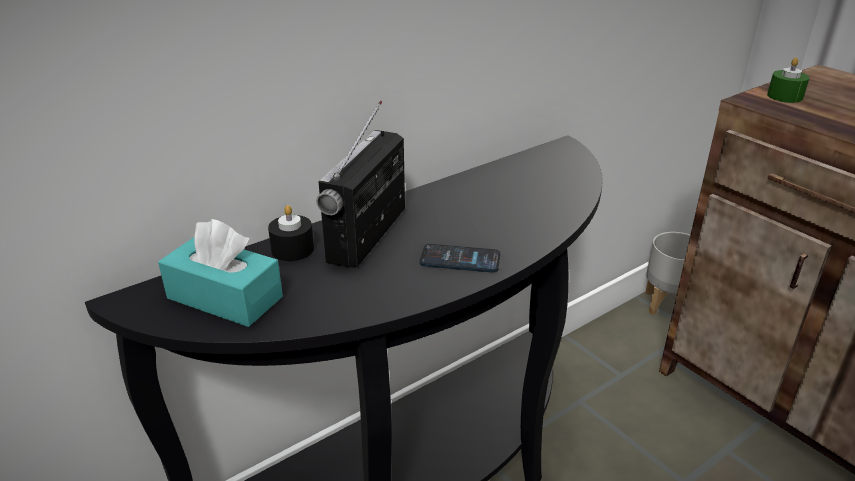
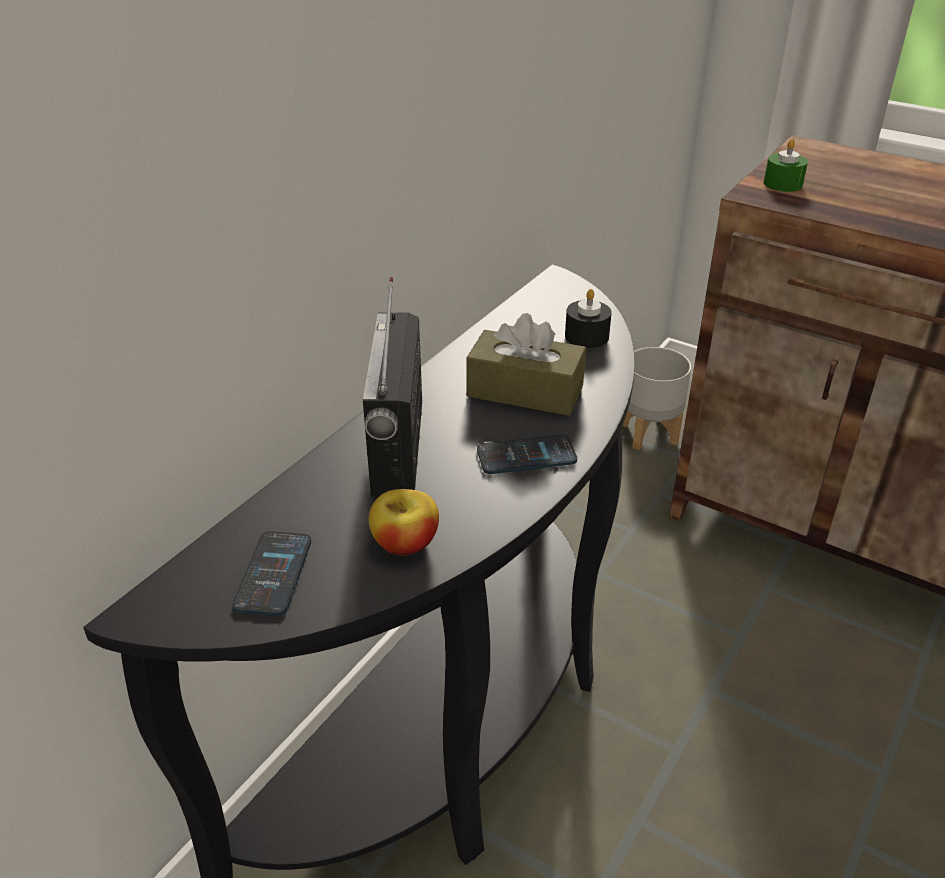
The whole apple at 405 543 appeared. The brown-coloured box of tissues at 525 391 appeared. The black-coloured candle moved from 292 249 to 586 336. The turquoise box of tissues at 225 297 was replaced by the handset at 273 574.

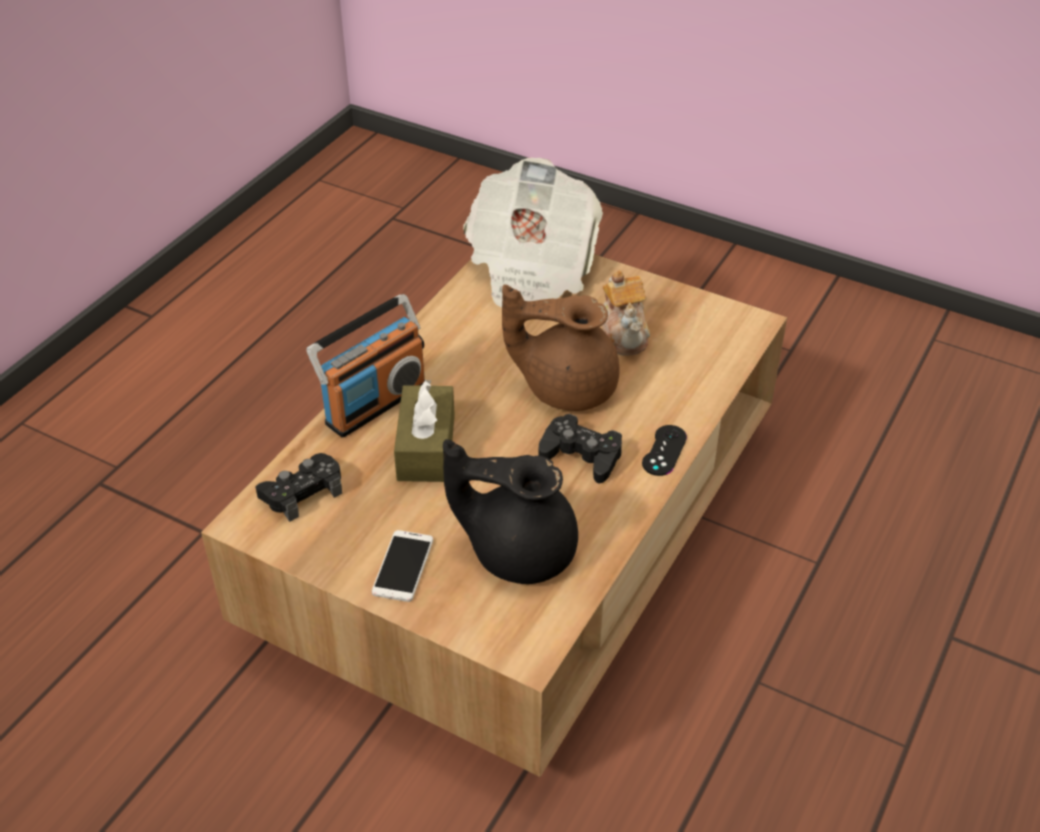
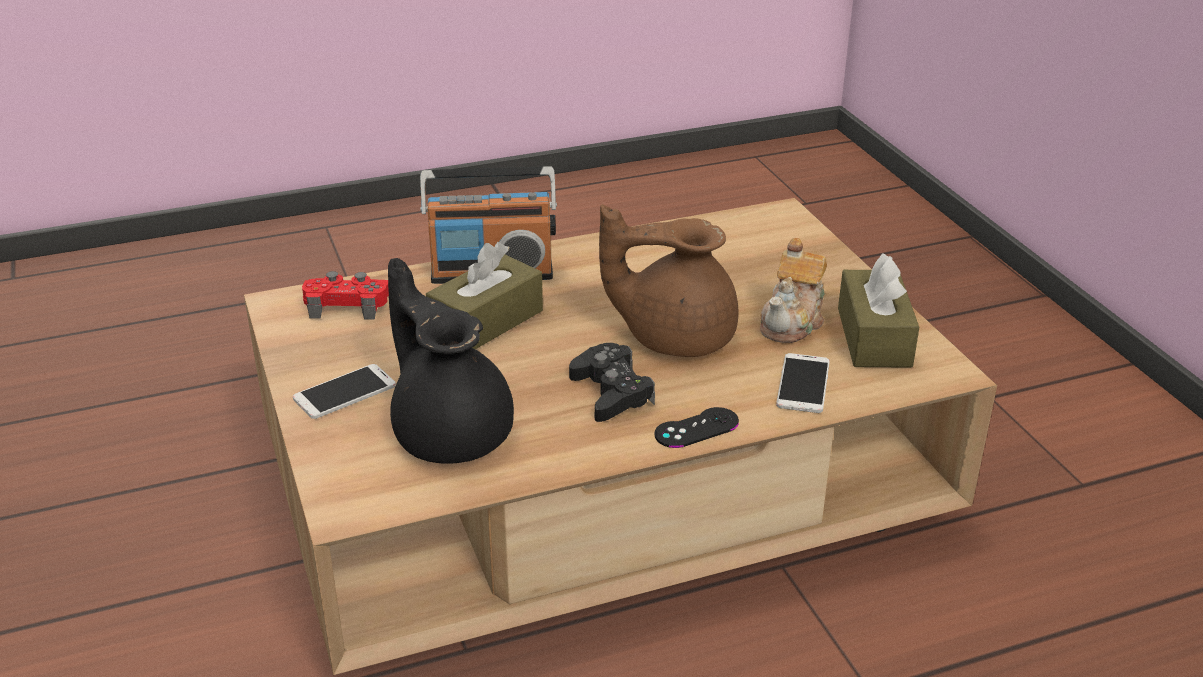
The printed paper at 530 267 disappeared. The handset at 803 384 appeared. The brown-coloured box of tissues at 874 337 appeared. The black-coloured gamepad at 302 492 became the reddish gamepad at 348 304. The brown-coloured teapot at 566 386 turned 45 degrees counterclockwise.

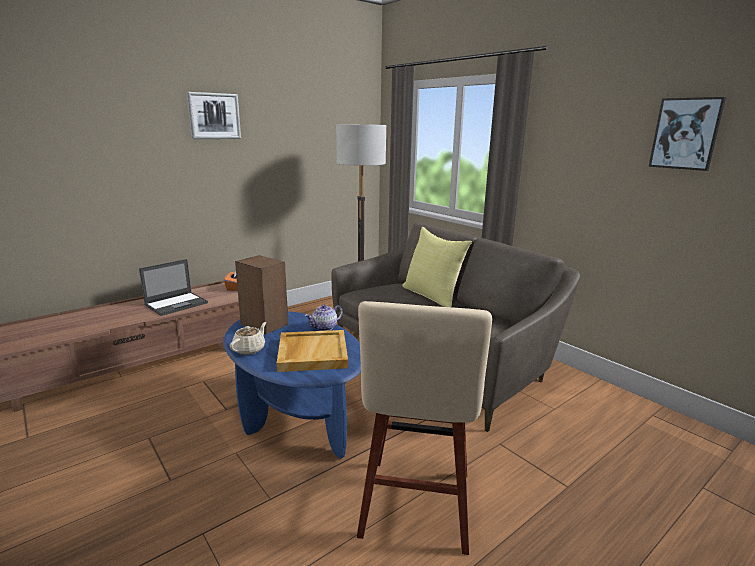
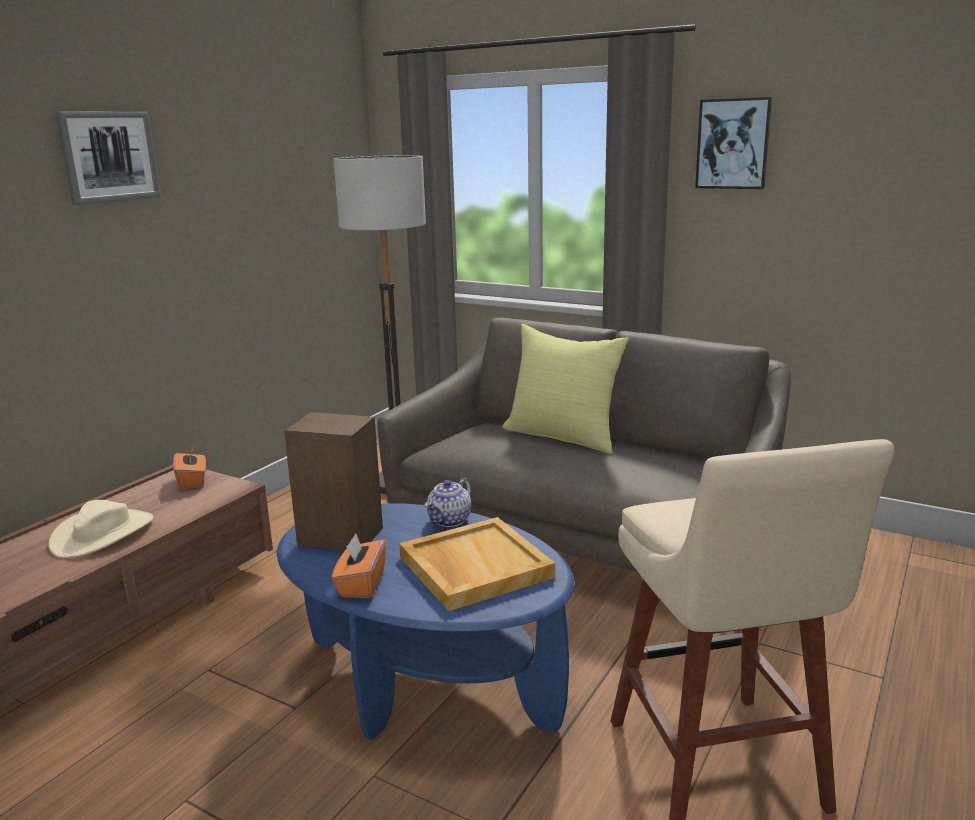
The picture moved from 686 134 to 733 144. The portable computer at 177 304 was replaced by the sand-coloured hat at 103 534. The sand-coloured teapot at 249 349 was replaced by the orange-coloured box of tissues at 361 584.

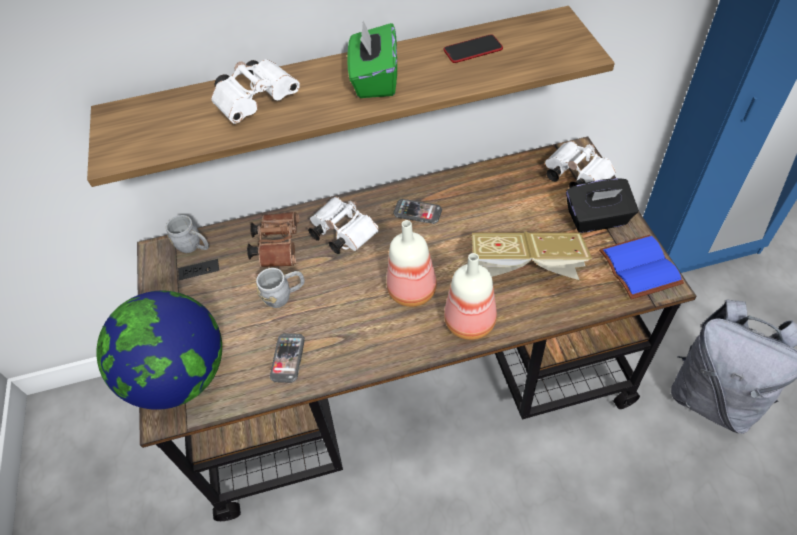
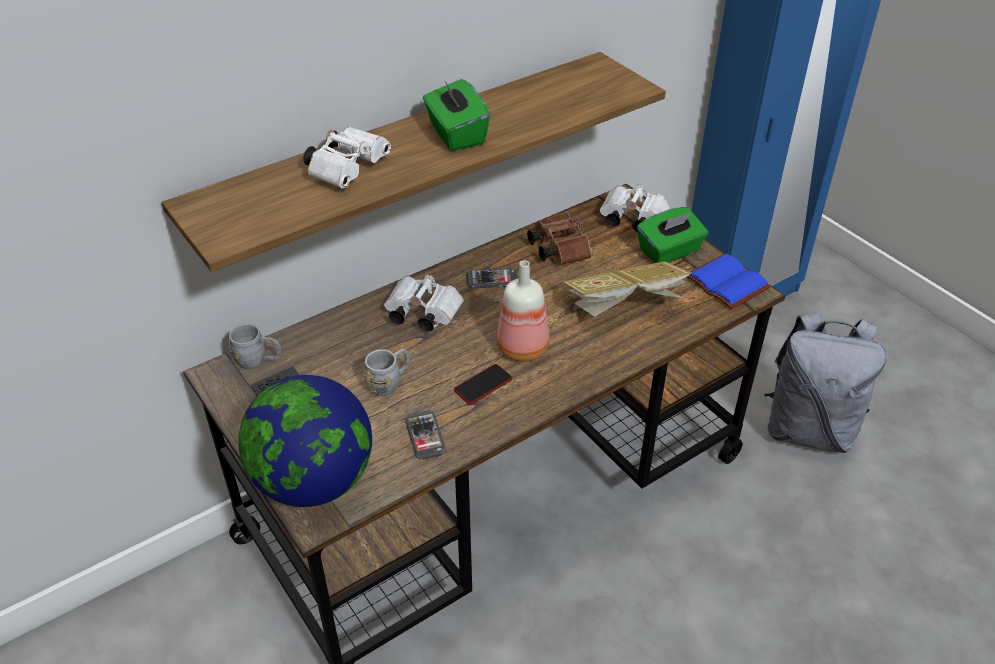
The drink bottle at 468 322 disappeared. The brown-coloured binoculars moved from 278 245 to 558 249. The handset moved from 473 50 to 483 385. The black-coloured box of tissues at 597 219 became the greenish box of tissues at 669 252.

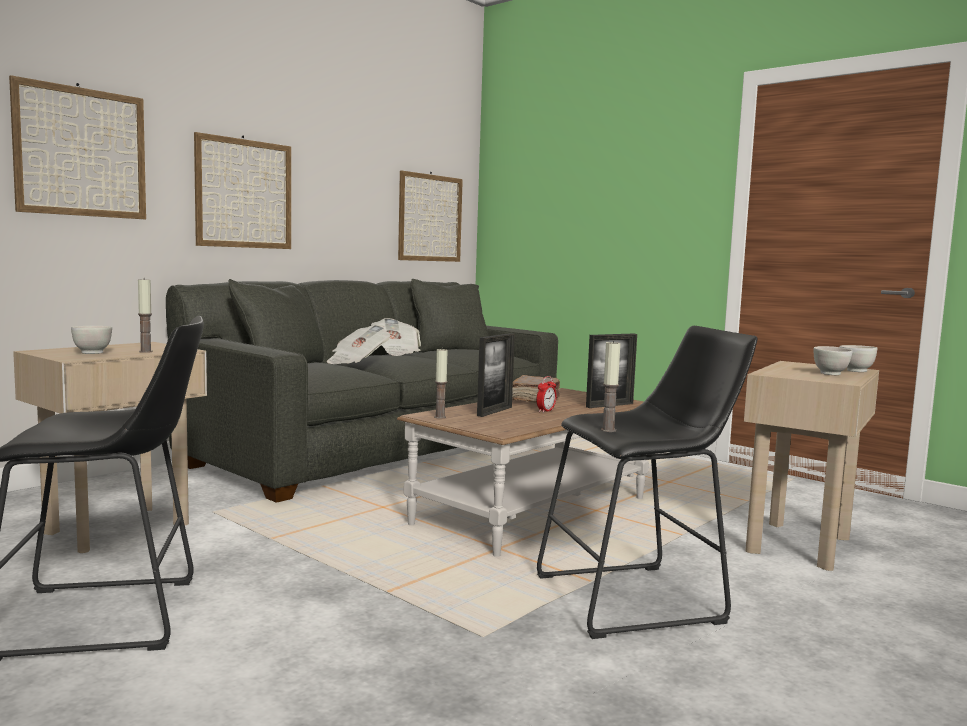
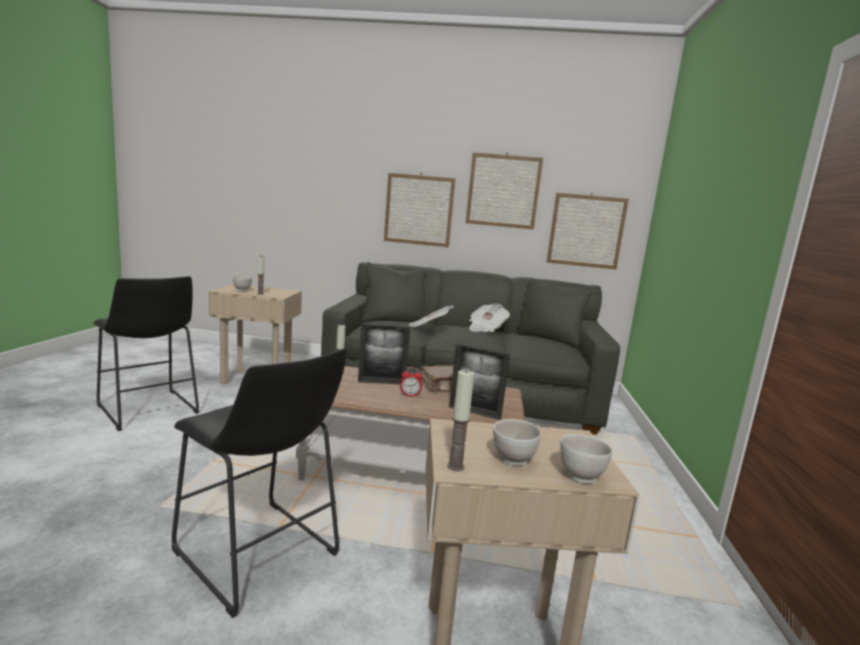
The picture moved from 81 150 to 503 190. The candle moved from 608 430 to 455 466.

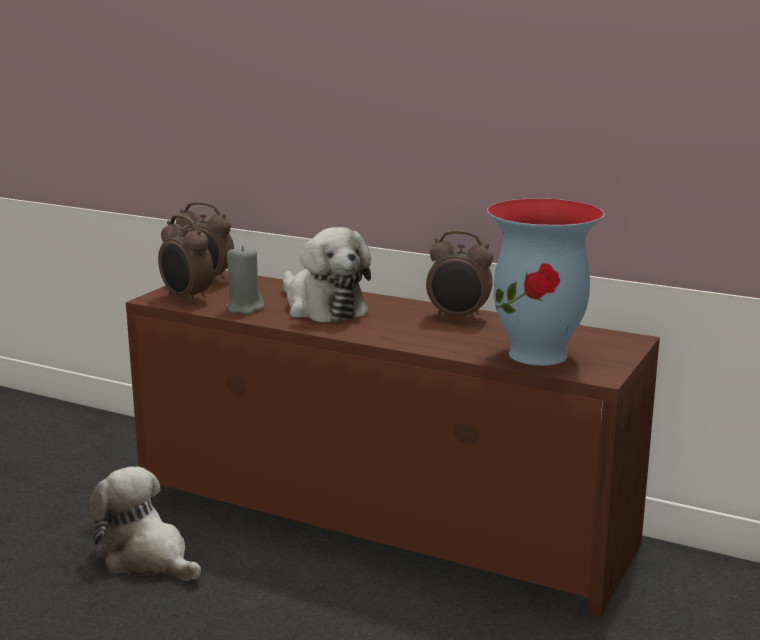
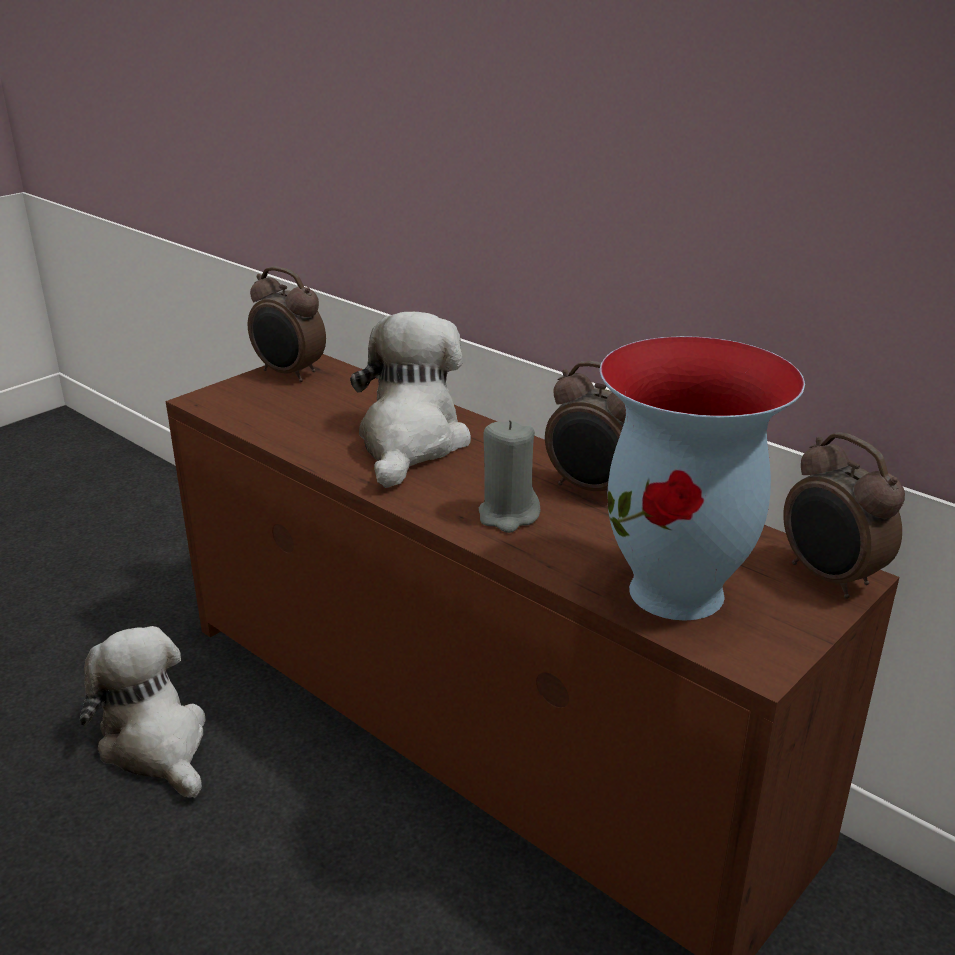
The table clock moved from 186 298 to 829 578. The grey candle moved from 245 308 to 508 515. The plush toy at 323 307 turned 150 degrees counterclockwise.

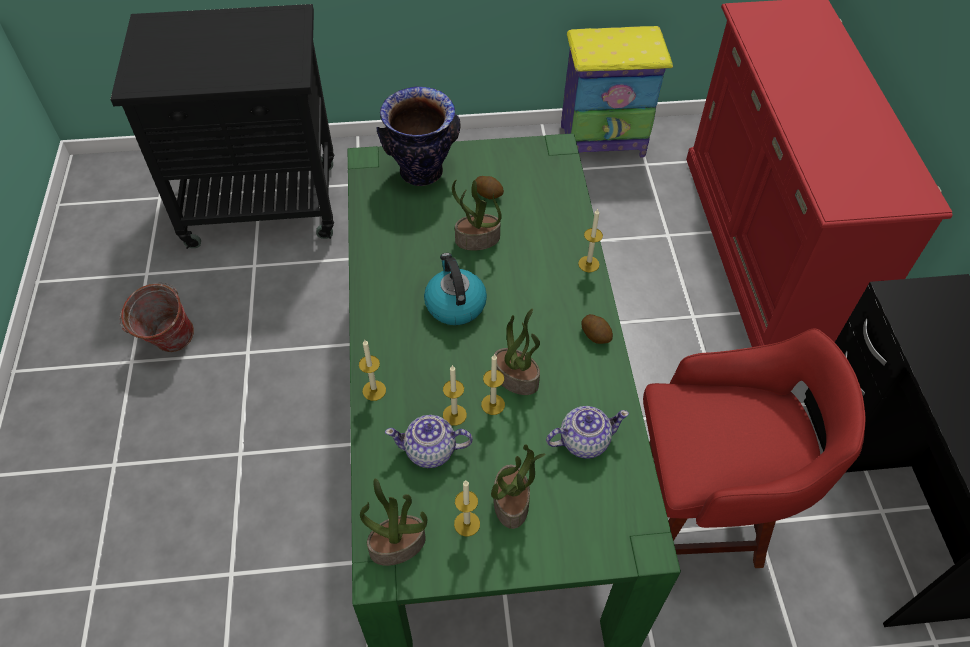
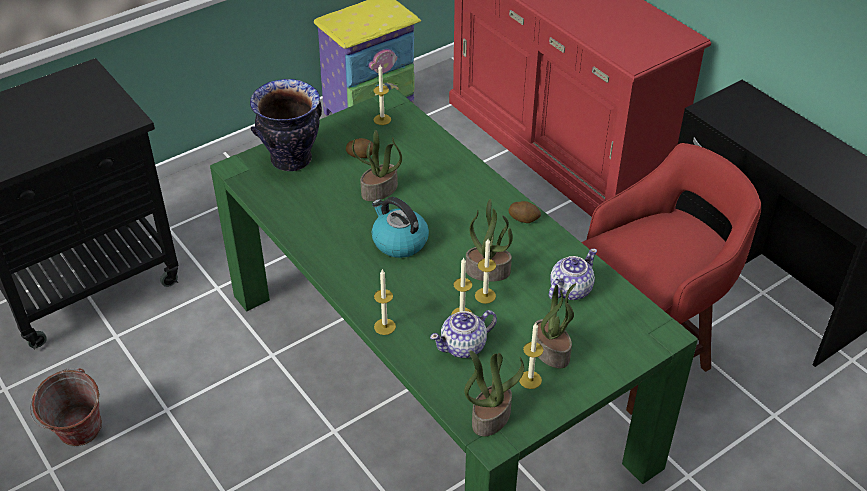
The candle moved from 588 264 to 382 119.

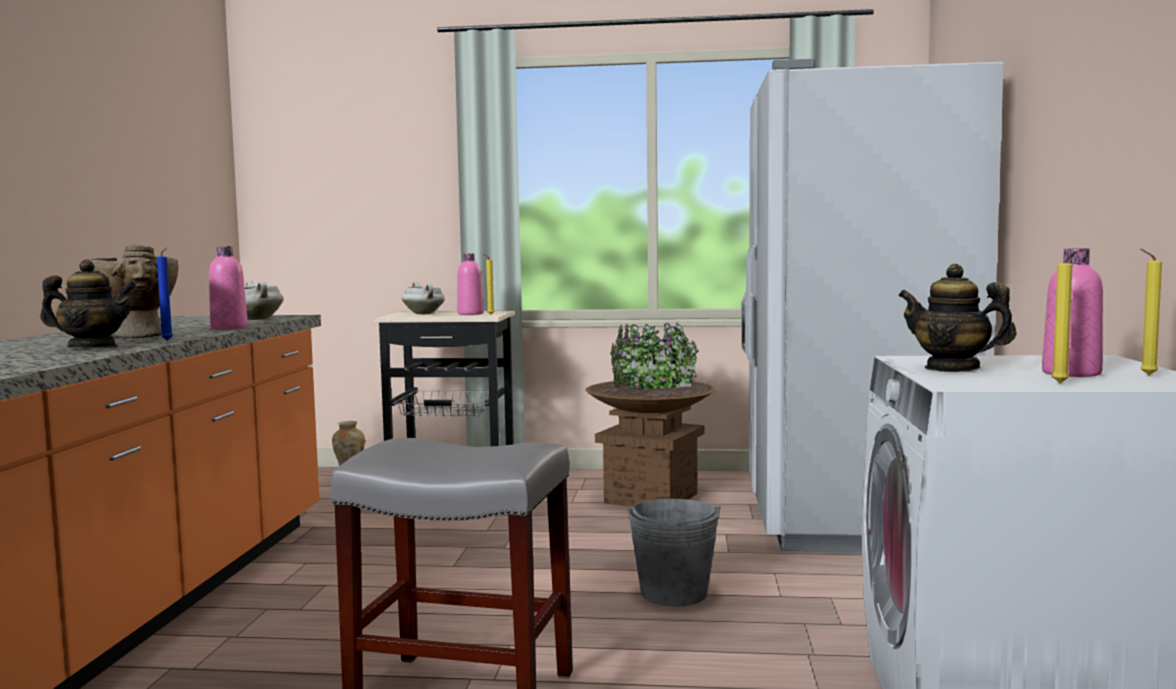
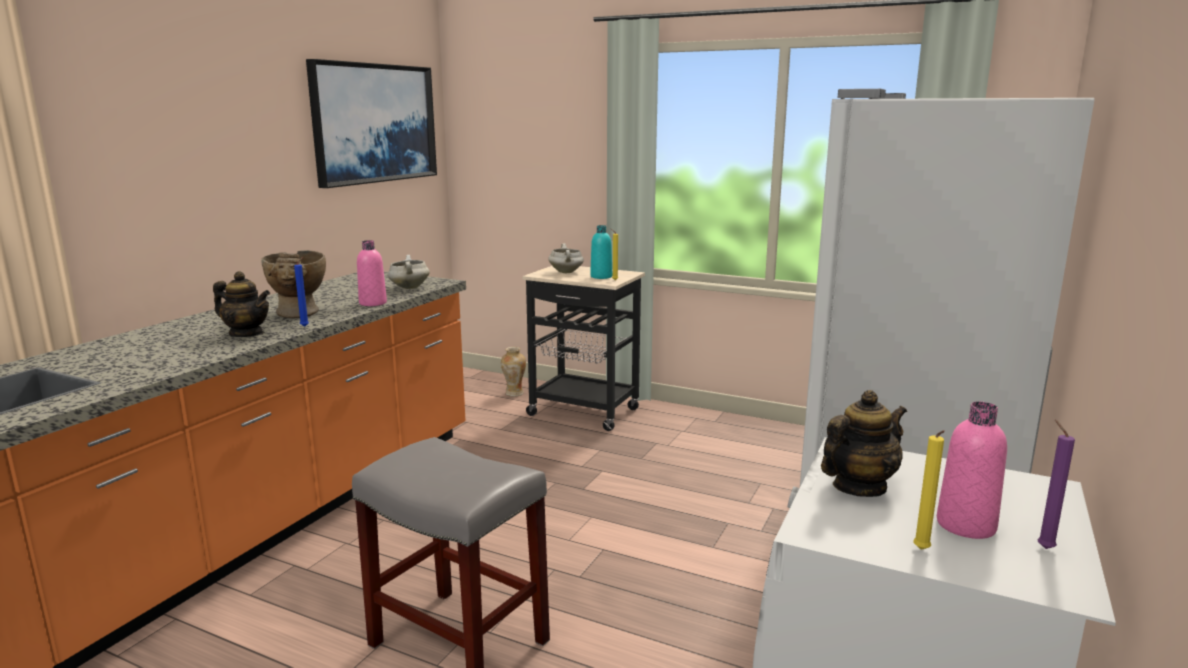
The brown-coloured planter at 651 498 disappeared. The grey water bucket at 674 593 disappeared. The picture at 374 123 appeared. The pink drink bottle at 470 314 became the turquoise drink bottle at 601 276. The yellowish candle at 1145 375 became the purplish candle at 1043 547. The teapot at 952 368 turned 90 degrees clockwise.

